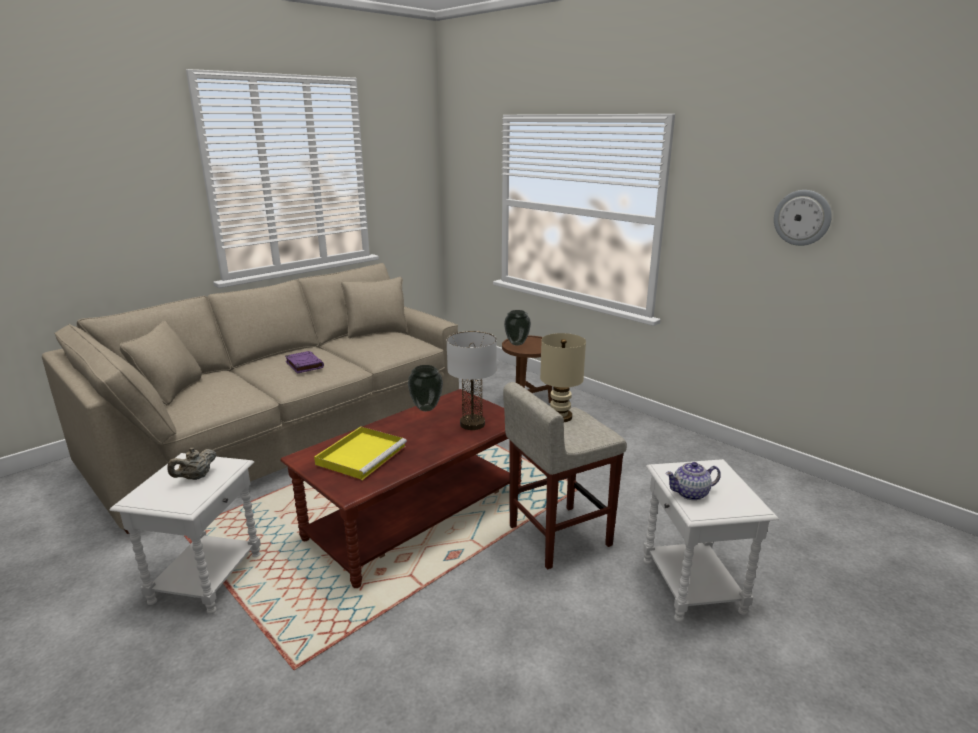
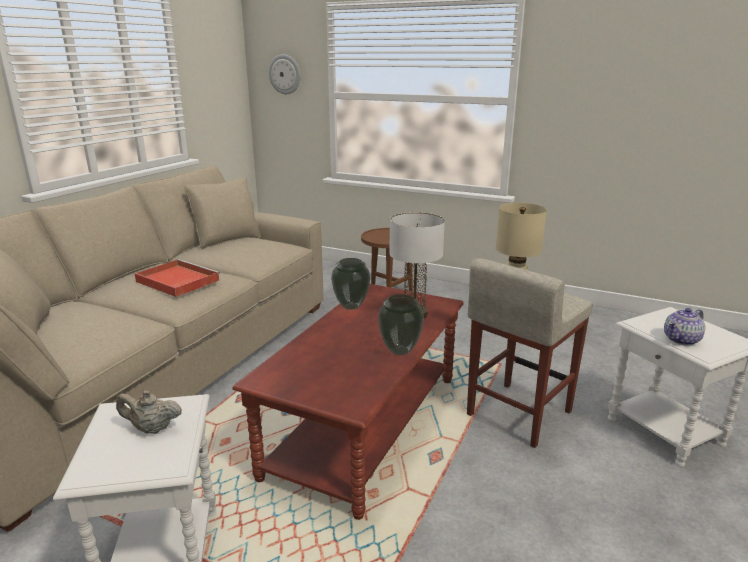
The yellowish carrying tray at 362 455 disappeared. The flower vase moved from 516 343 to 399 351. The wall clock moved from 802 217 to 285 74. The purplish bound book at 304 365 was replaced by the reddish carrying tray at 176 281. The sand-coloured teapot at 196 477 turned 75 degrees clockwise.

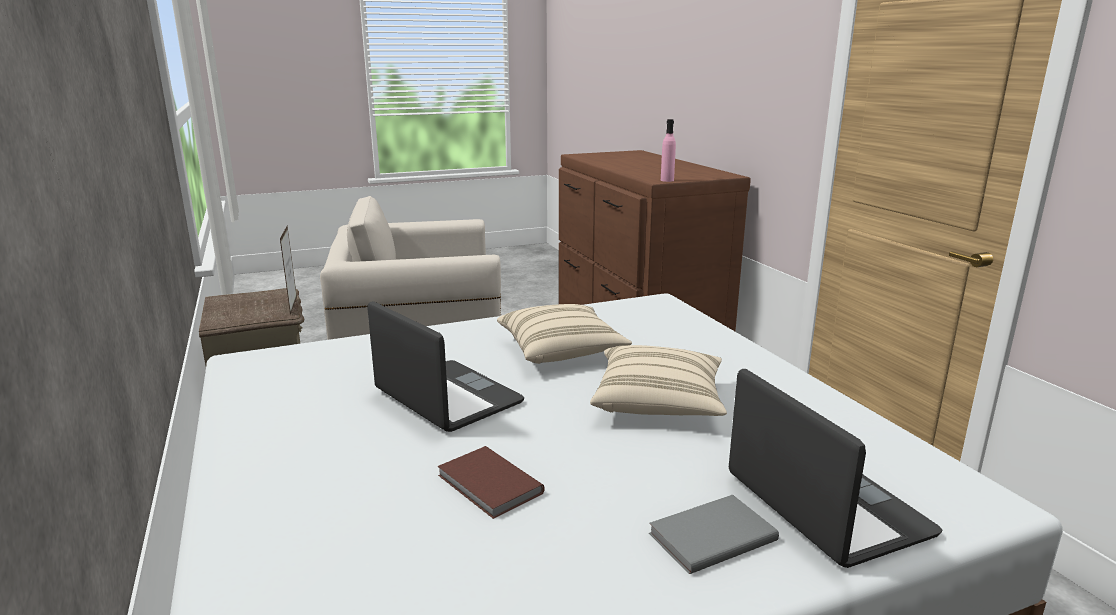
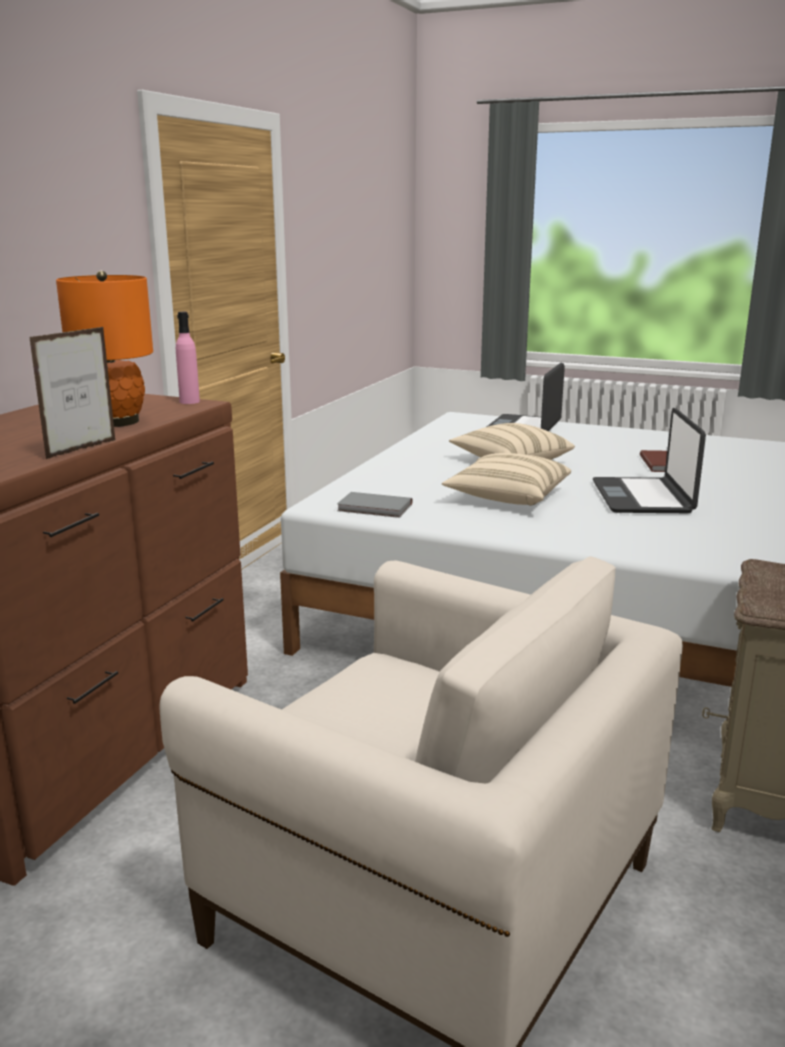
The orange-coloured tabletop lamp at 117 422 appeared. The picture frame moved from 293 306 to 82 449. The grey bound book moved from 709 536 to 375 508.

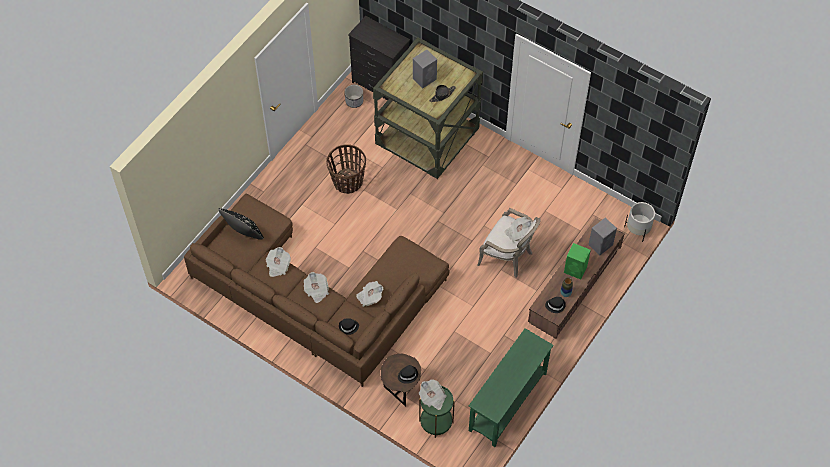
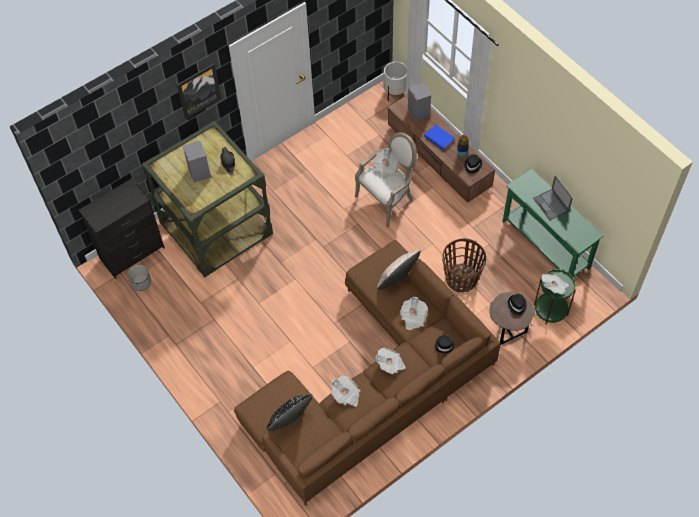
The picture at 198 90 appeared. The sand-coloured pillow at 397 280 appeared. The portable computer at 551 205 appeared. The storage basket moved from 348 182 to 461 279. The greenish loudspeaker at 576 269 was replaced by the bluish bound book at 439 138.

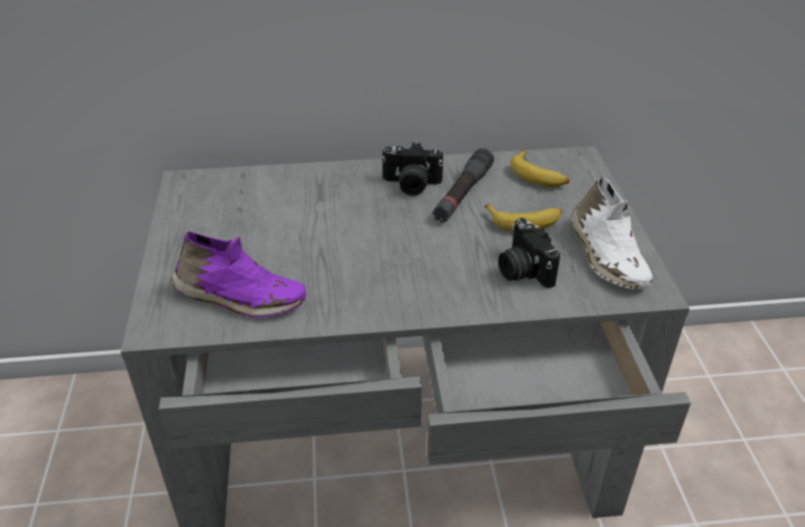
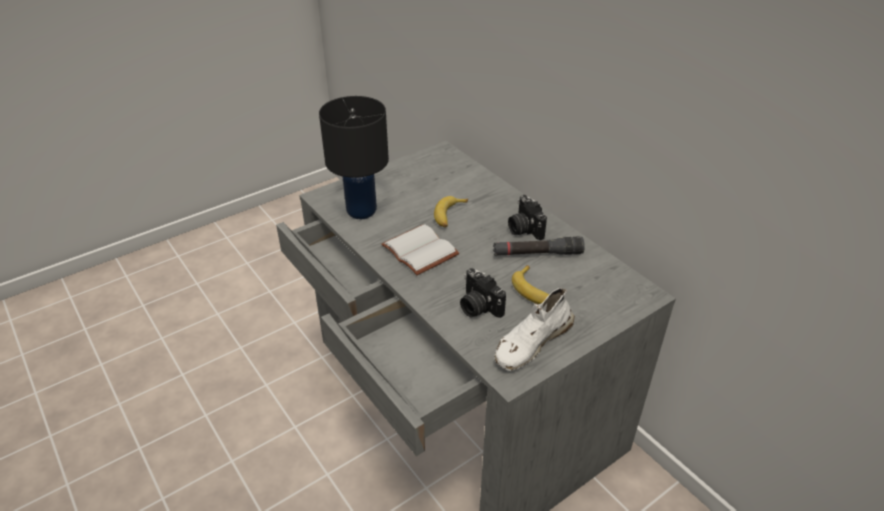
The whitish bound book at 422 250 appeared. The banana moved from 538 175 to 449 216. The purplish low shoe at 239 298 was replaced by the black-coloured tabletop lamp at 362 211. The photo camera at 522 270 turned 75 degrees counterclockwise.

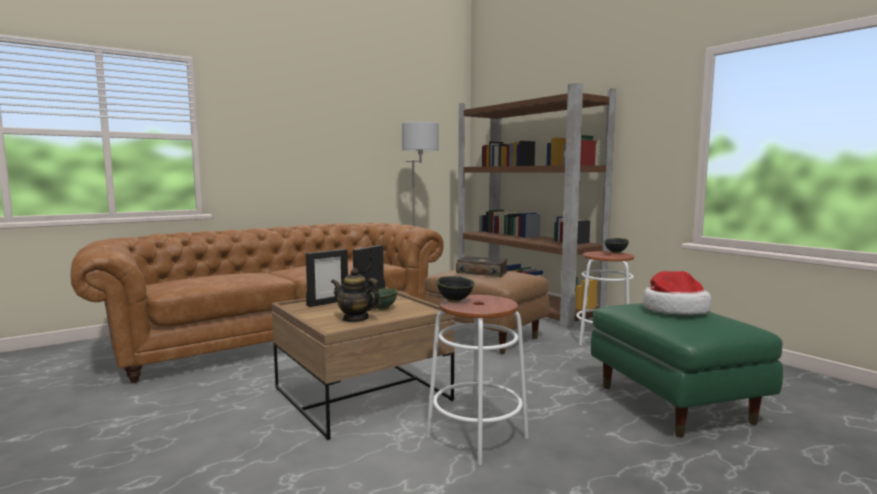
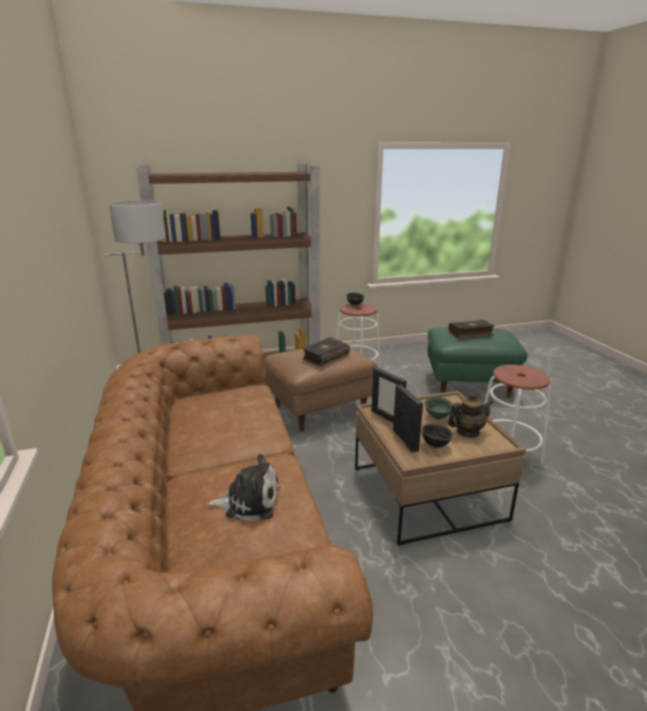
The plush toy at 249 501 appeared. The black-coloured deep dish moved from 455 301 to 435 445. The hat at 674 310 was replaced by the bound book at 470 334. The teapot at 355 319 turned 150 degrees counterclockwise.

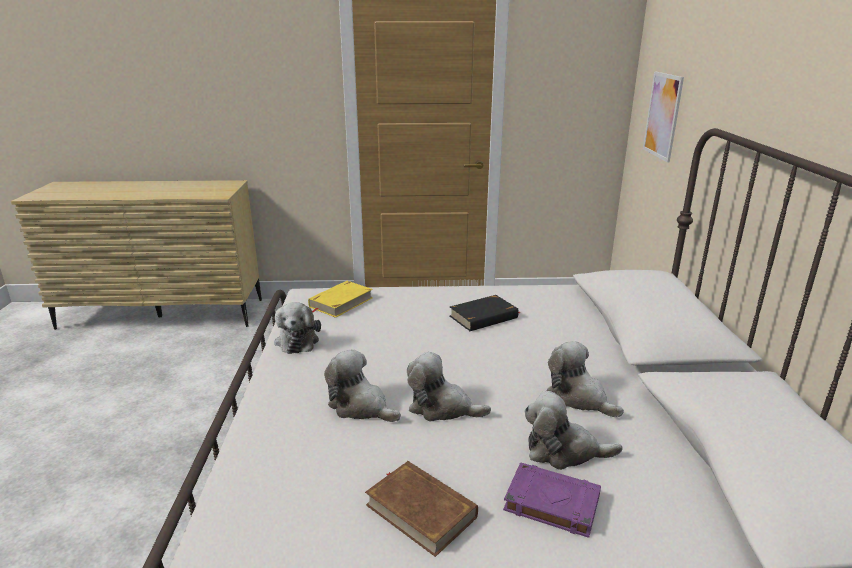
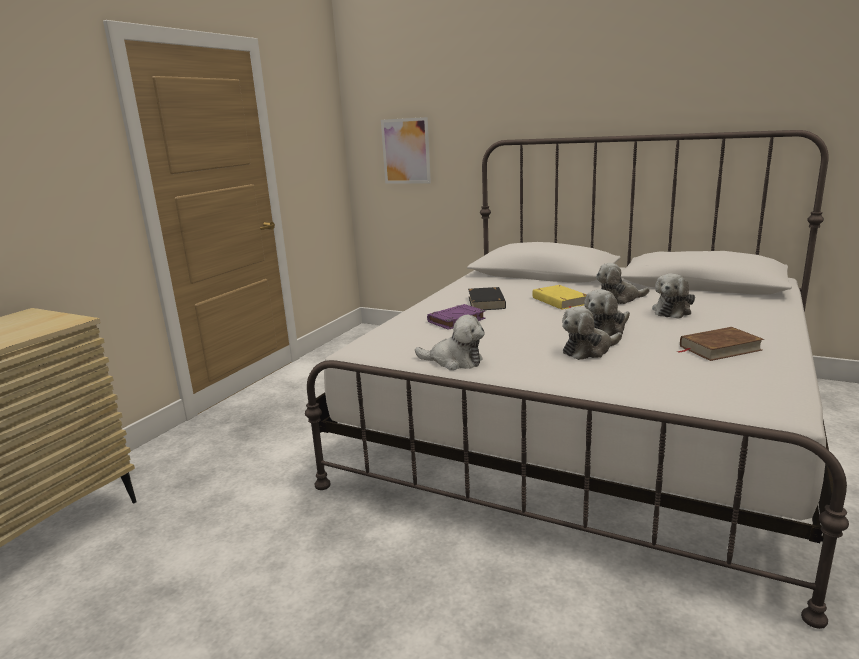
The yellowish bound book moved from 340 302 to 560 301. The purplish bound book moved from 550 503 to 456 320.

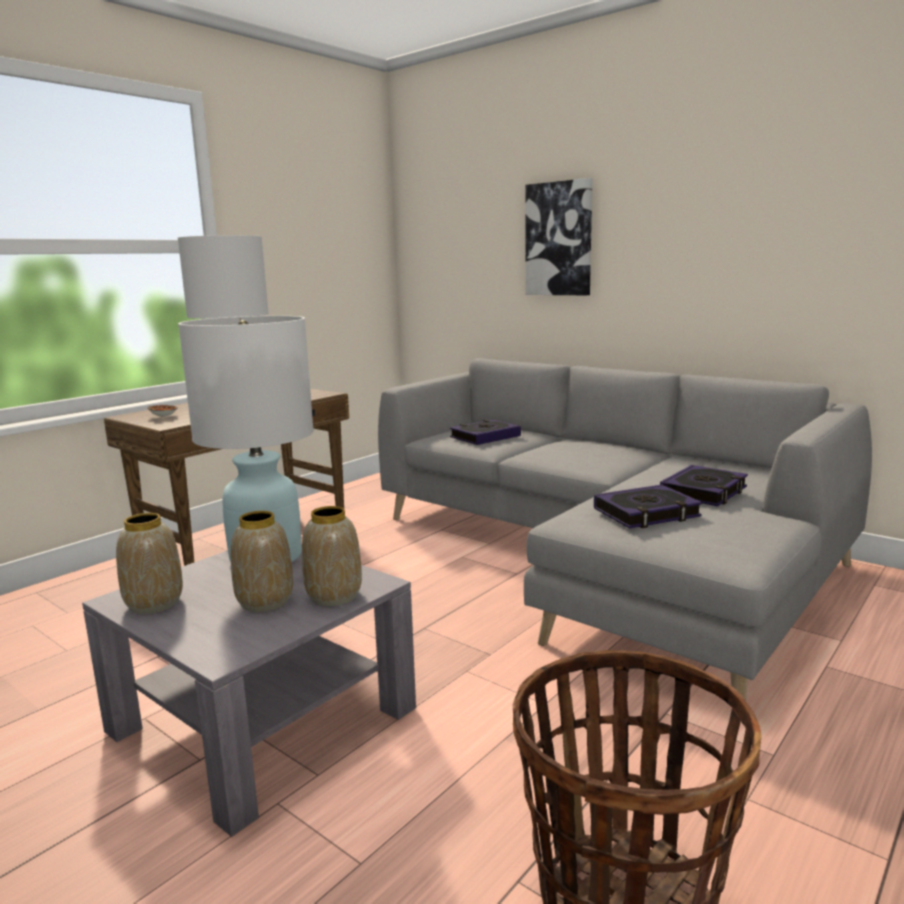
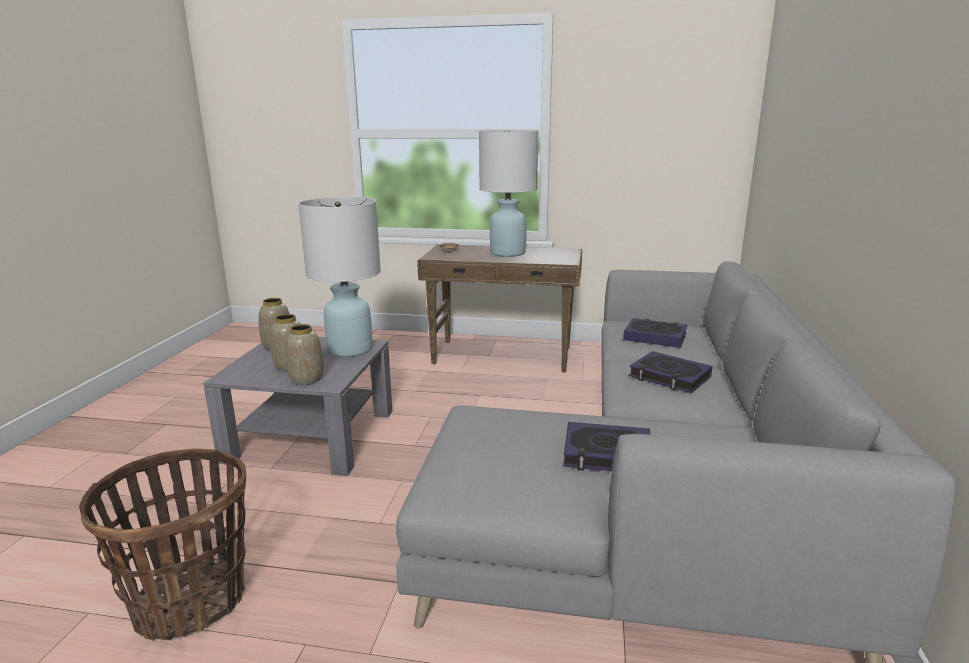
The picture at 559 239 disappeared. The bound book moved from 646 513 to 669 377.

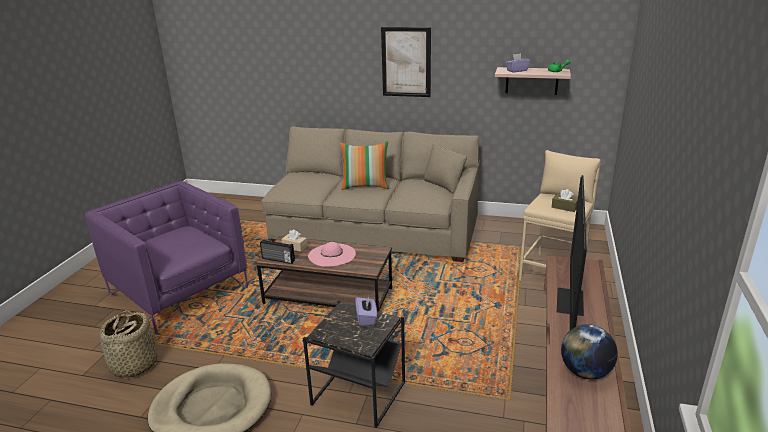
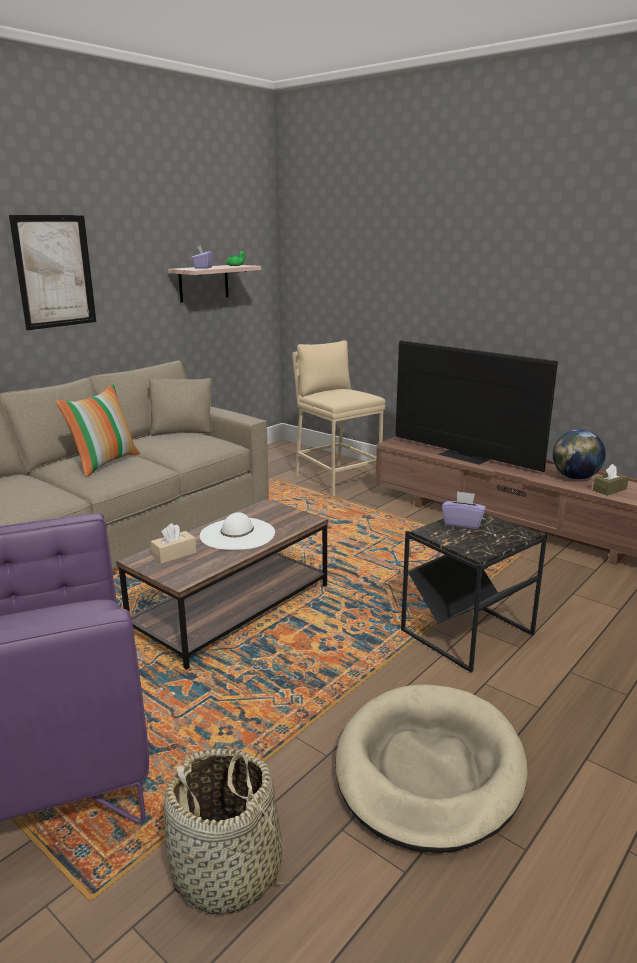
The radio receiver at 278 260 disappeared. The brown-coloured box of tissues moved from 564 207 to 609 489. The pink hat at 332 255 became the whitish hat at 237 534.

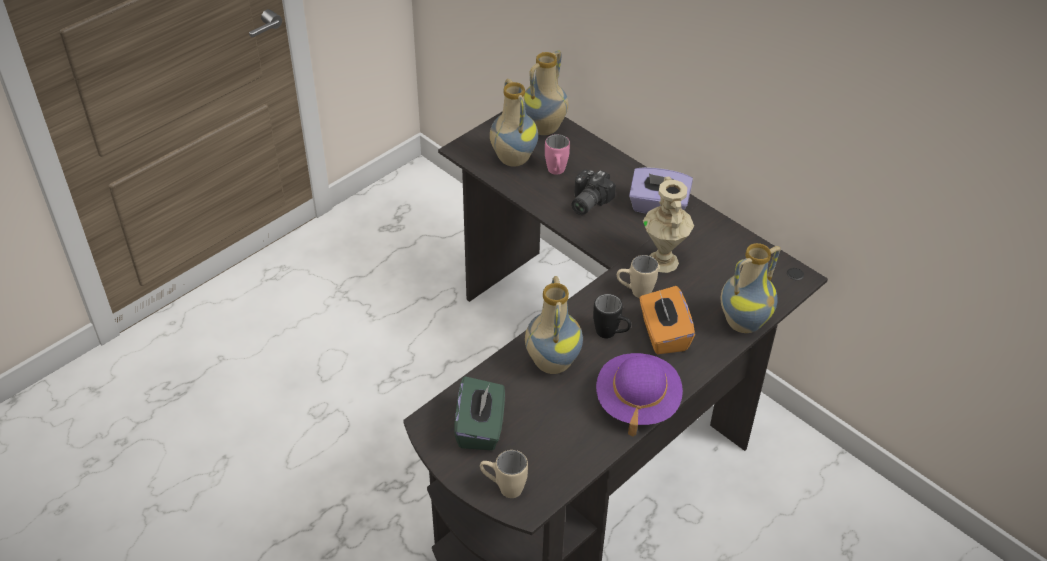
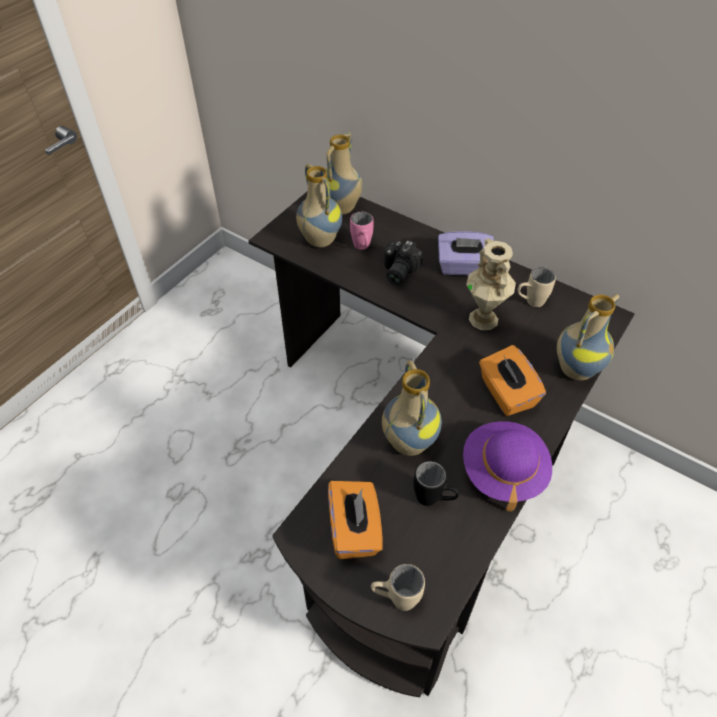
The black-coloured coffee mug moved from 611 334 to 434 499. The sand-coloured coffee mug moved from 634 292 to 530 302. The greenish box of tissues at 480 428 became the orange-coloured box of tissues at 355 530.

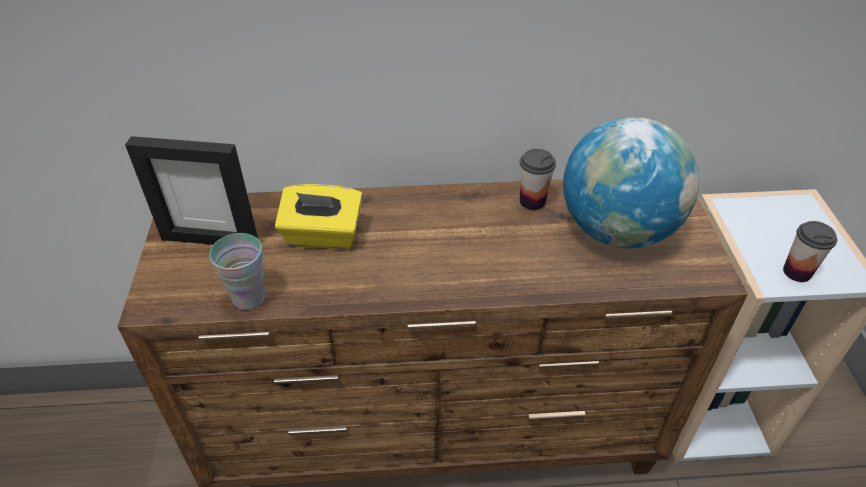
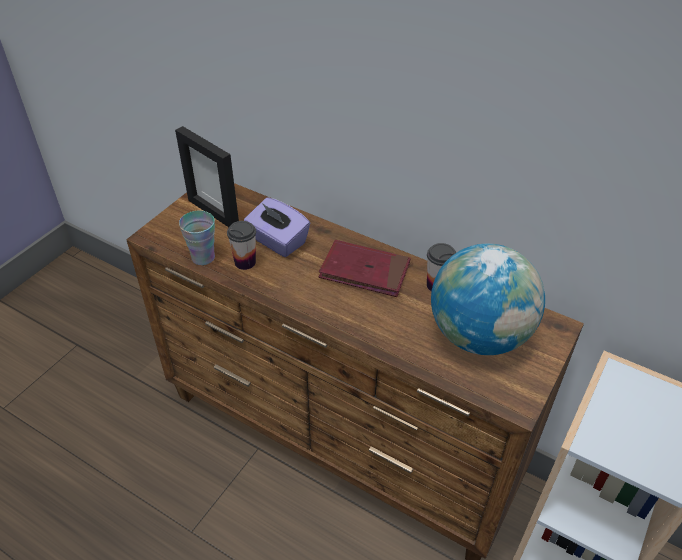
The reddish bound book at 364 271 appeared. The small cup moved from 797 272 to 245 262. The yellowish box of tissues at 323 236 became the purplish box of tissues at 277 241.

